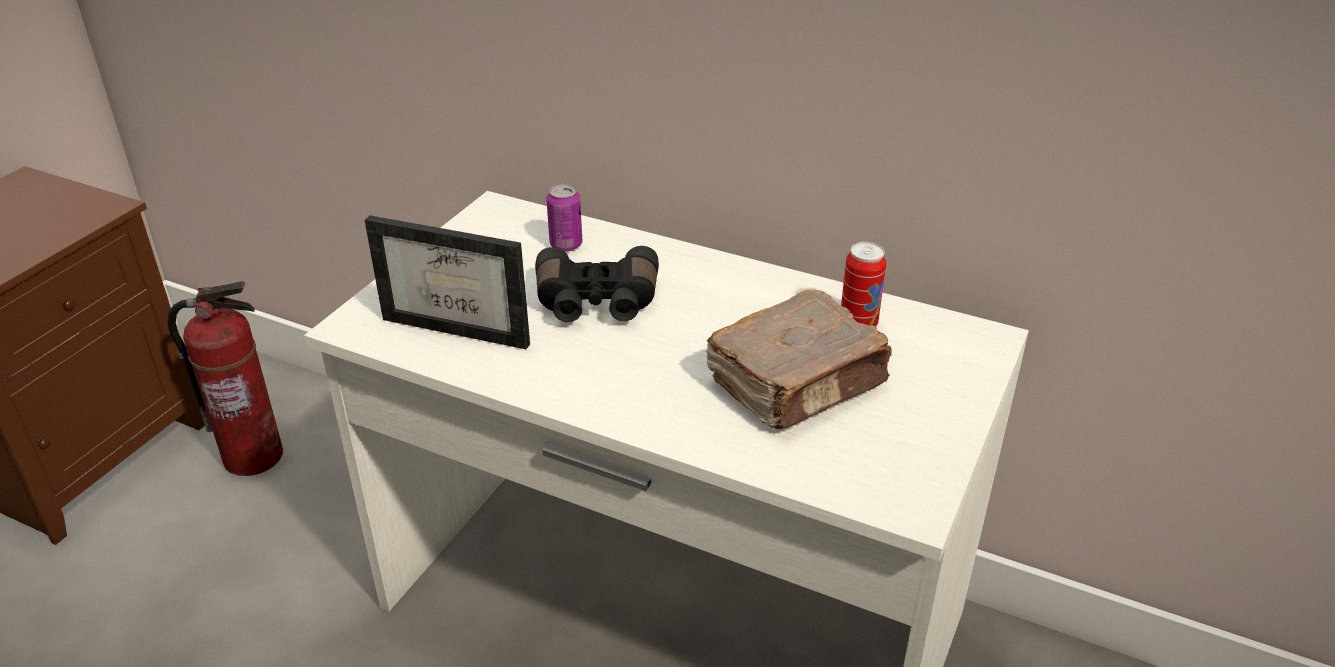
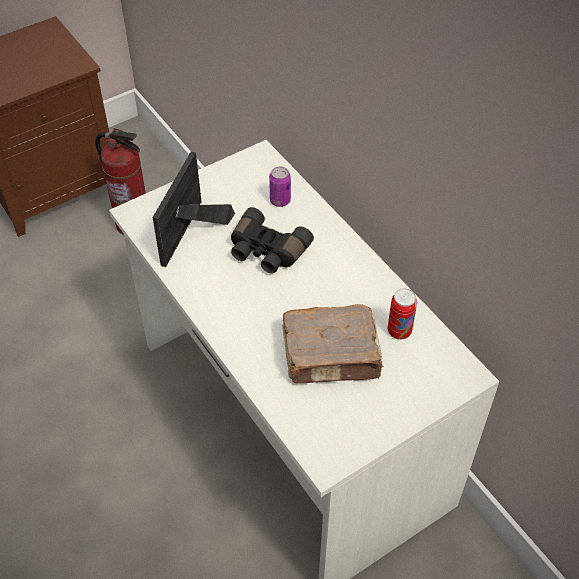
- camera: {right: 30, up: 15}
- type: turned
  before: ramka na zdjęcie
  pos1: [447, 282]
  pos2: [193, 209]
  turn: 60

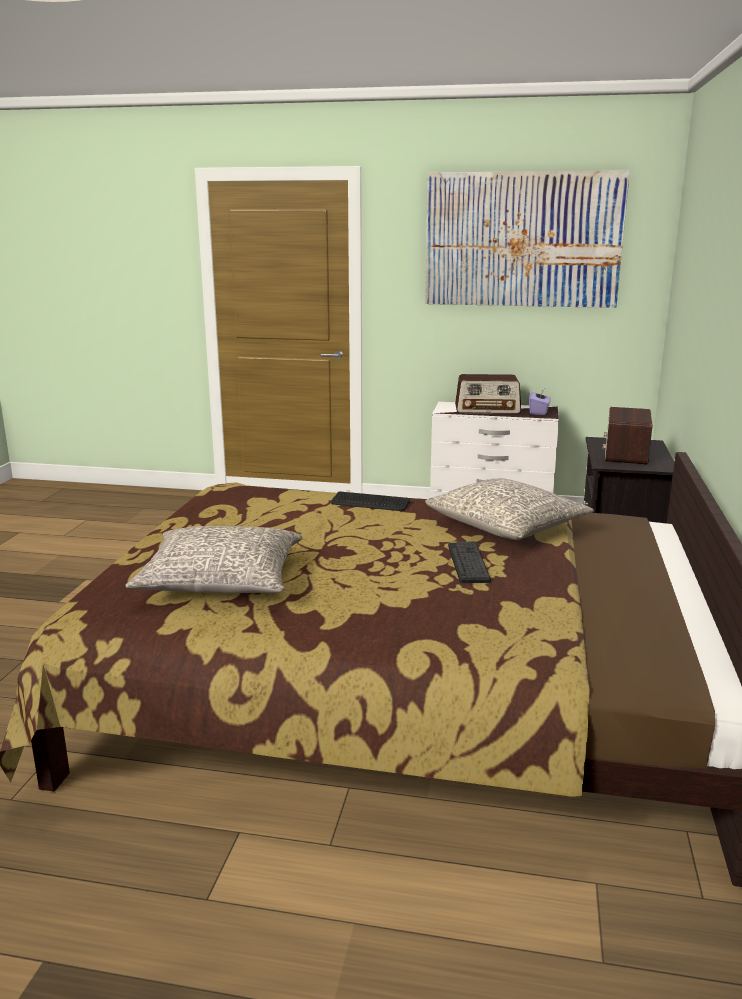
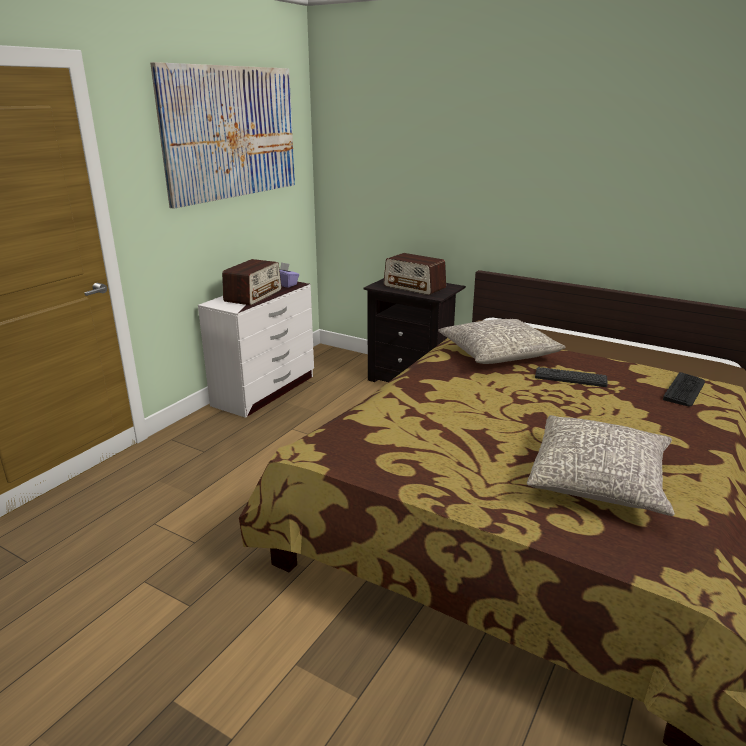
- camera: {right: -70, up: 5}
- type: moved
  before: klawiatura
  pos1: [370, 501]
  pos2: [684, 389]

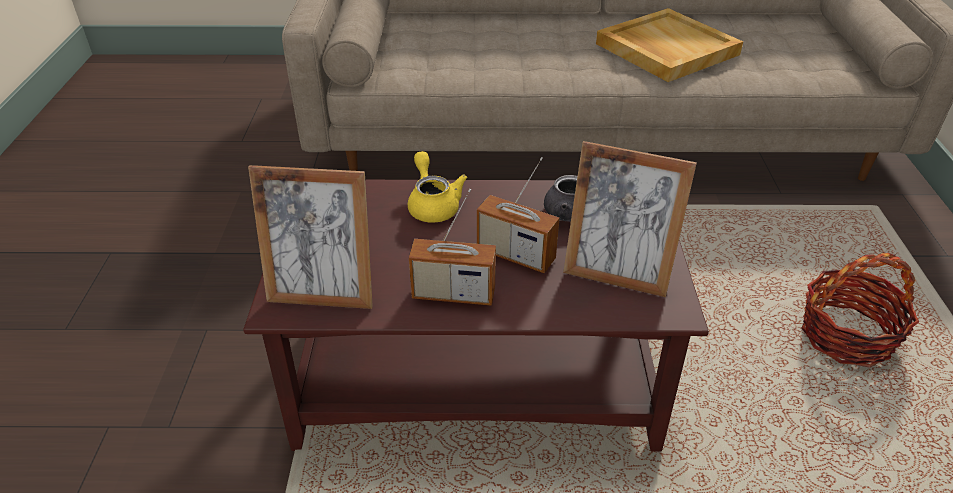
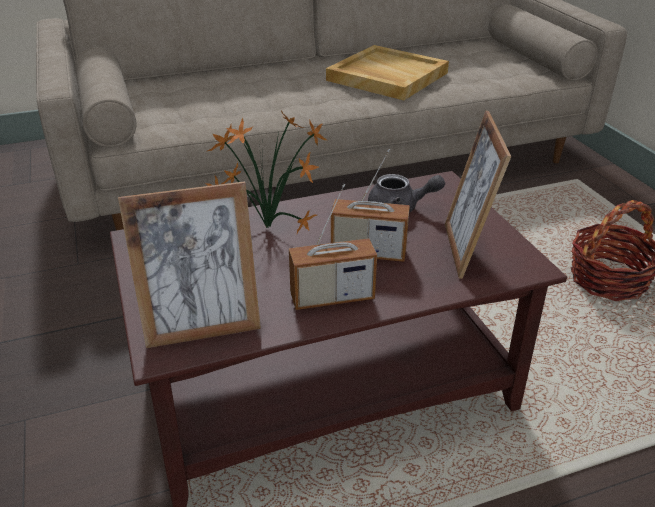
- camera: {right: -20, up: -5}
- type: replaced
  before: imbryk [żółty]
  after: roślina doniczkowa
  pos1: [437, 187]
  pos2: [266, 172]
- type: turned
  before: ramka na zdjęcie
  pos1: [630, 219]
  pos2: [478, 194]
  turn: 90

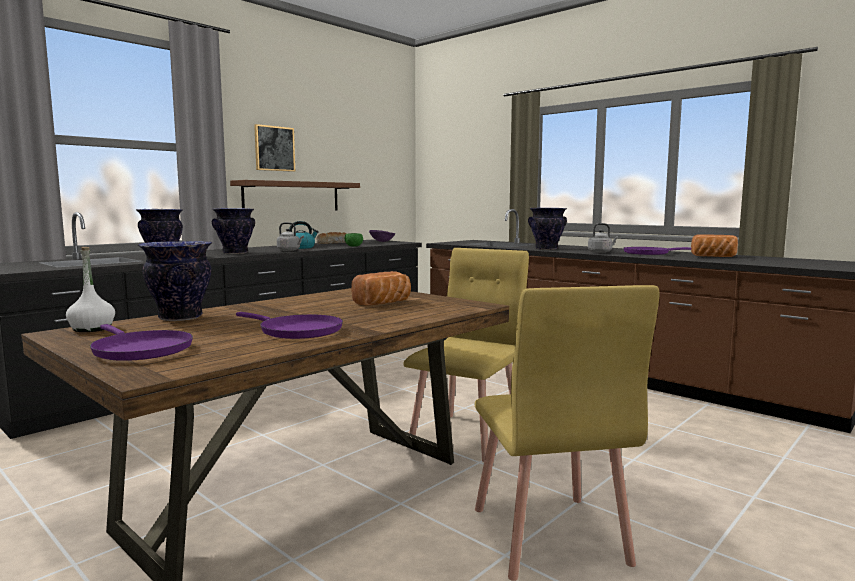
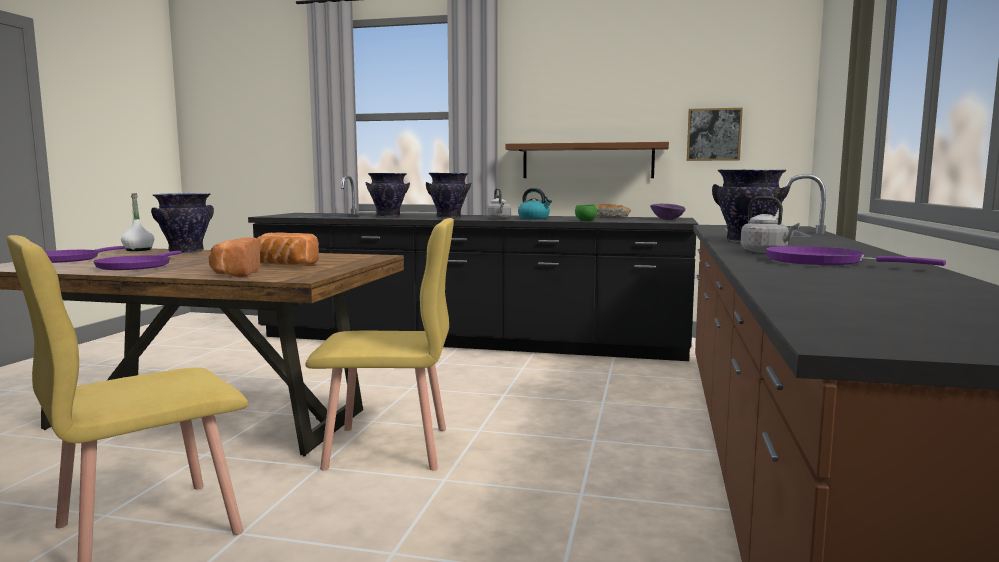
- camera: {right: 60, up: 0}
- type: moved
  before: chleb
  pos1: [714, 245]
  pos2: [234, 257]
- type: moved
  before: obraz
  pos1: [274, 148]
  pos2: [715, 134]

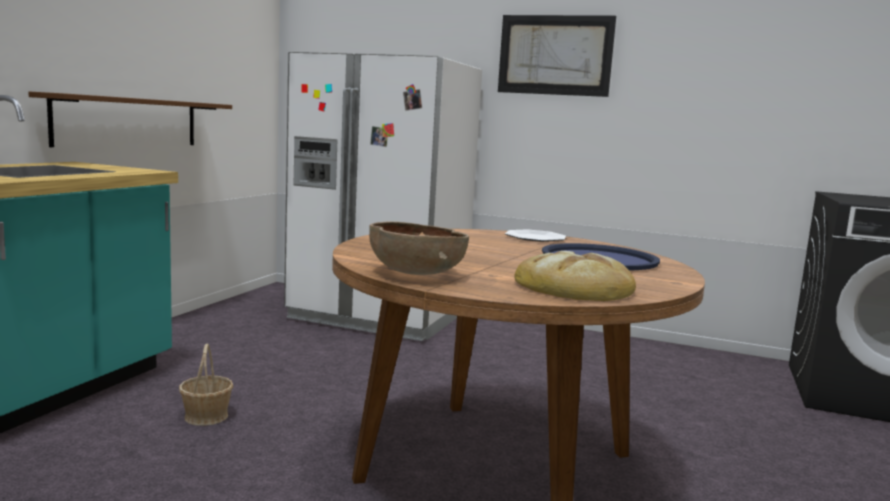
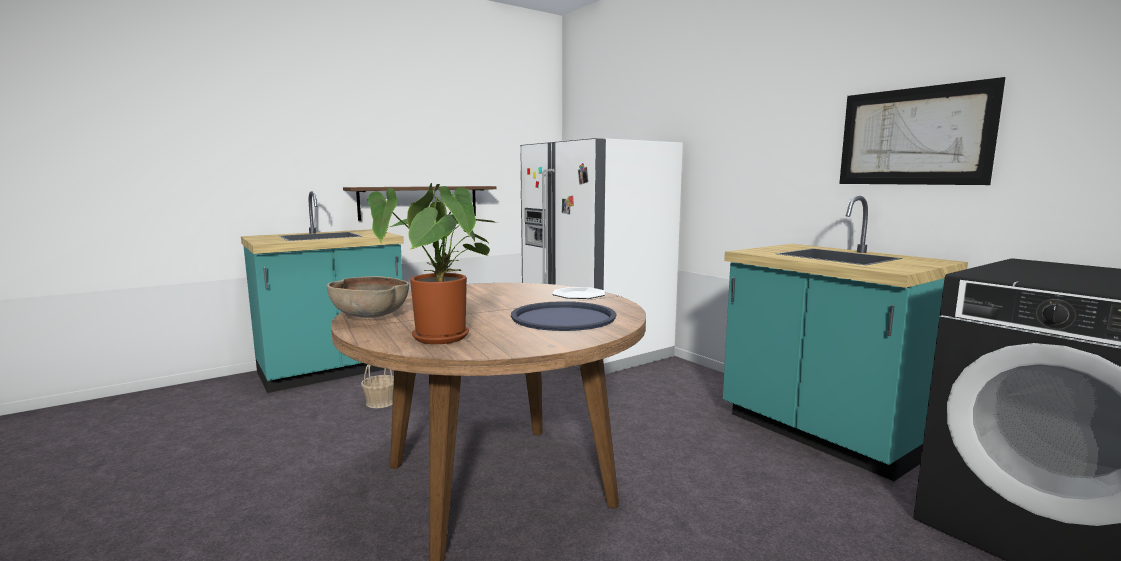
- camera: {right: 35, up: 0}
- type: replaced
  before: chleb
  after: roślina doniczkowa
  pos1: [575, 276]
  pos2: [432, 263]
- type: added
  after: zabudowa kuchenna [turkusowy]
  pos2: [845, 338]
- type: moved
  before: obraz
  pos1: [557, 56]
  pos2: [922, 131]

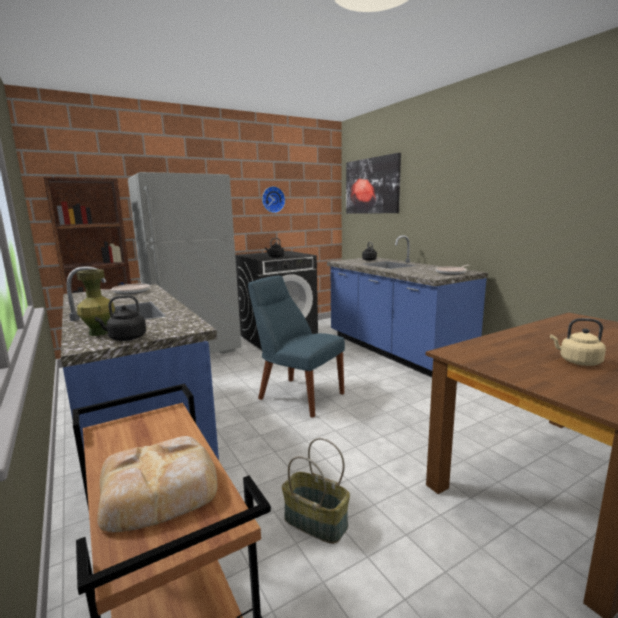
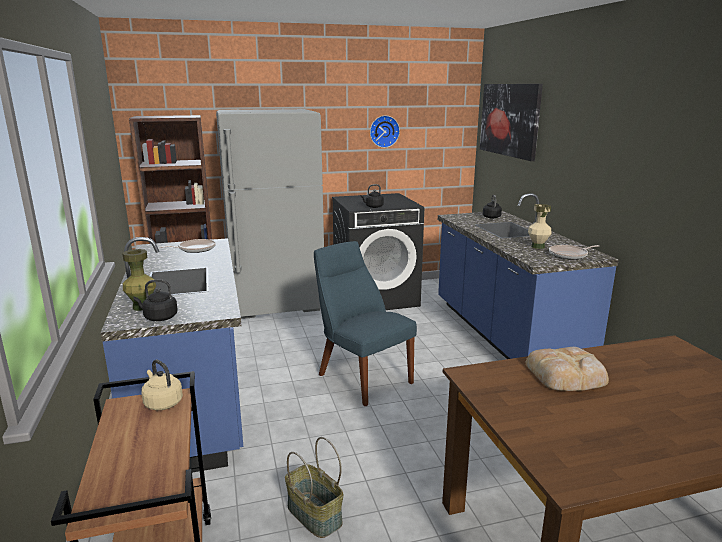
- camera: {right: 15, up: 5}
- type: moved
  before: czajnik [beżowy]
  pos1: [578, 342]
  pos2: [162, 385]
- type: moved
  before: chleb
  pos1: [157, 484]
  pos2: [567, 369]
- type: added
  after: wazon [beżowy]
  pos2: [539, 226]

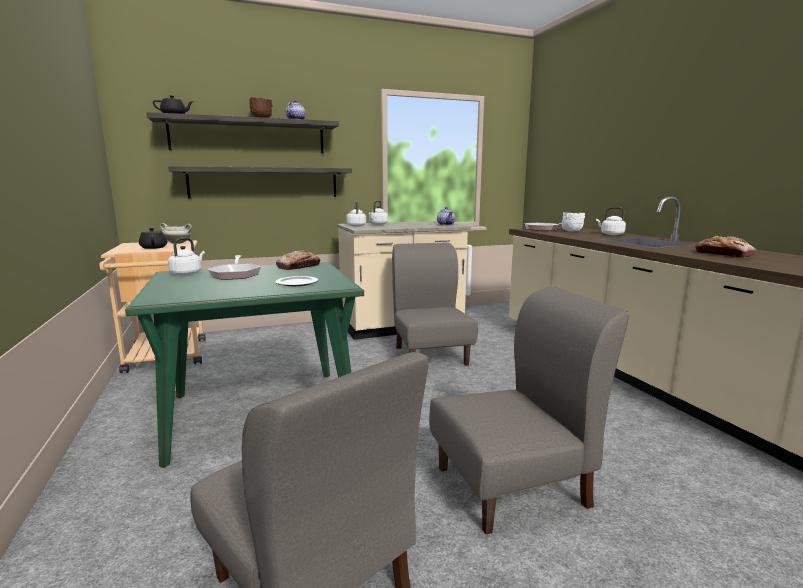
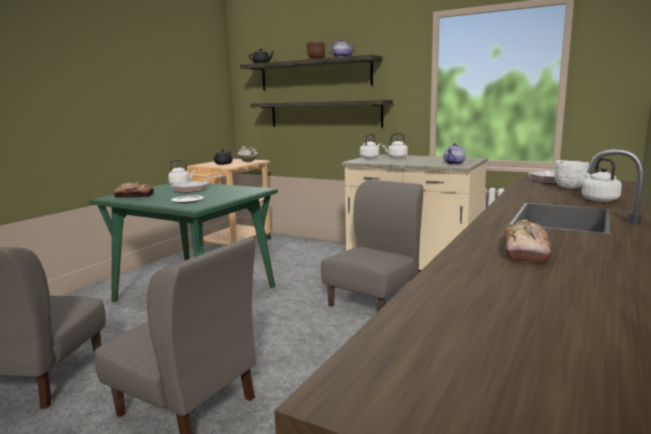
- camera: {right: 50, up: 0}
- type: moved
  before: chleb
  pos1: [298, 260]
  pos2: [133, 190]

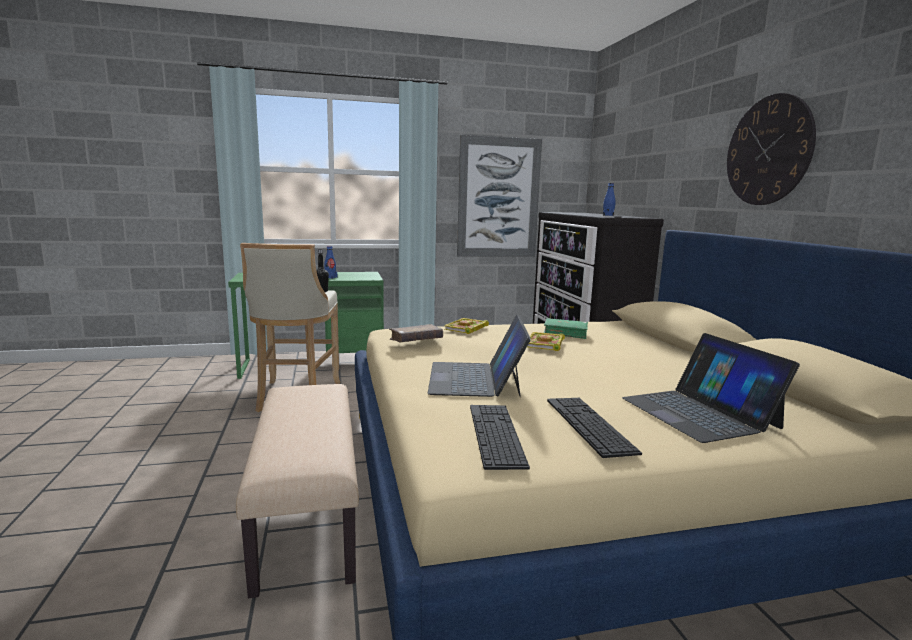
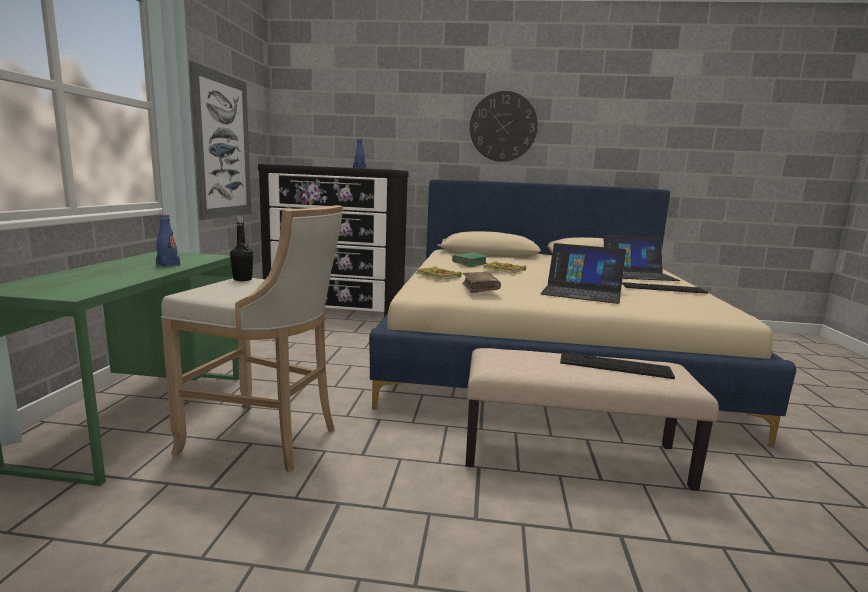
- camera: {right: -70, up: 0}
- type: moved
  before: klawiatura
  pos1: [500, 437]
  pos2: [617, 365]

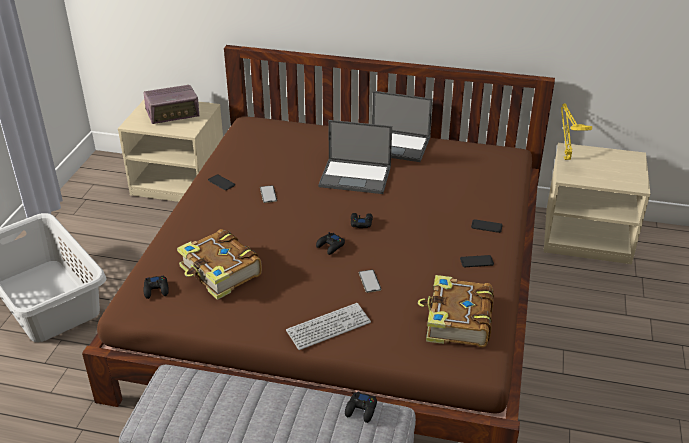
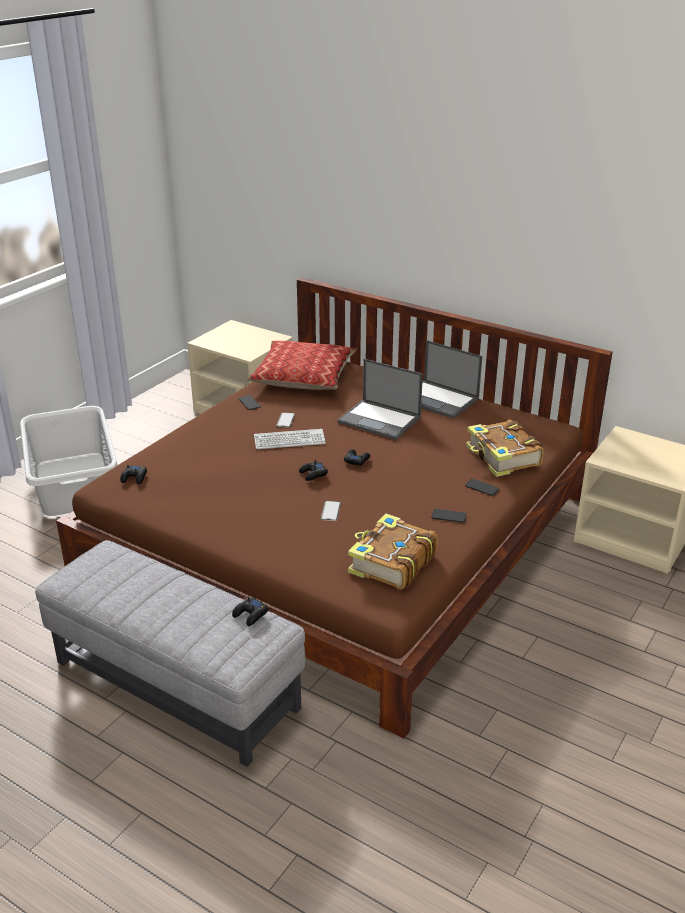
- camera: {right: 20, up: -5}
- type: added
  after: poduszka
  pos2: [302, 365]
- type: moved
  before: klawiatura
  pos1: [328, 326]
  pos2: [290, 439]
- type: moved
  before: książka
  pos1: [219, 264]
  pos2: [505, 448]
- type: removed
  before: radio
  pos1: [171, 104]
- type: removed
  before: lampa stołowa [żółty]
  pos1: [576, 131]

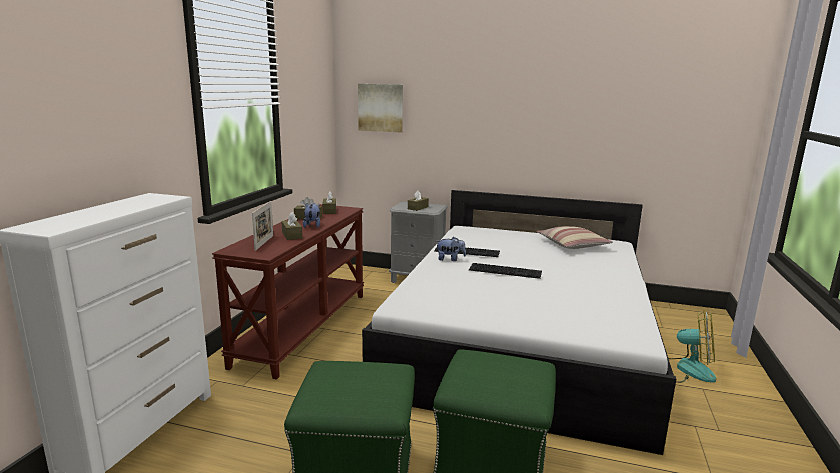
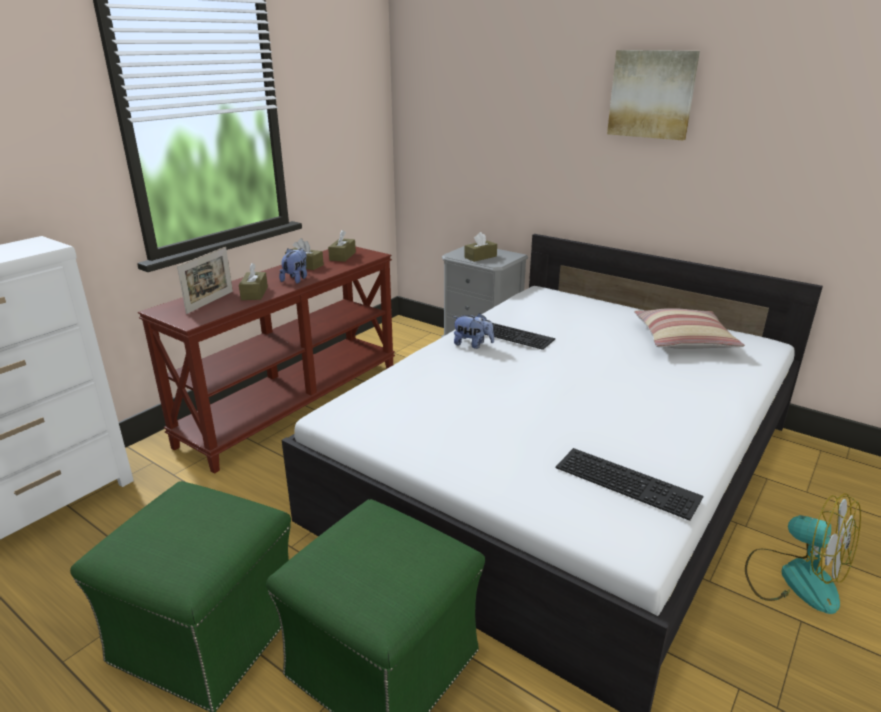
- camera: {right: 20, up: 10}
- type: moved
  before: klawiatura
  pos1: [505, 271]
  pos2: [629, 484]
- type: moved
  before: obraz
  pos1: [380, 108]
  pos2: [653, 95]

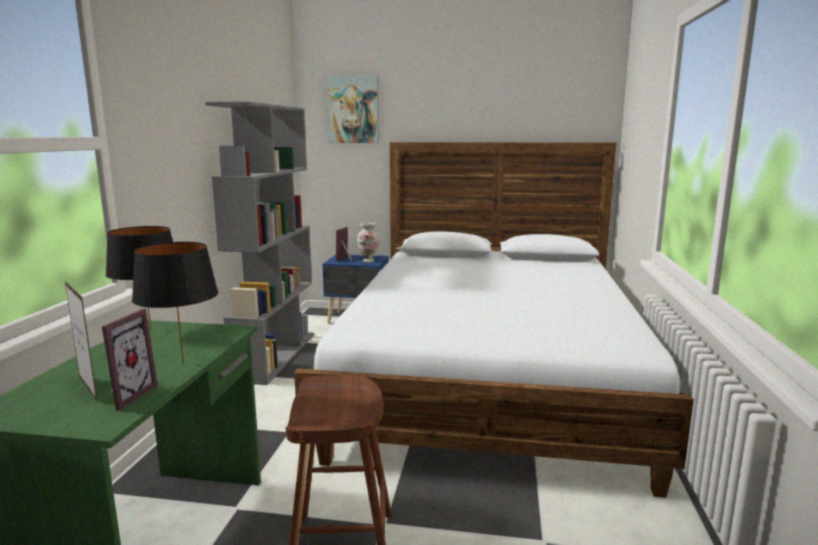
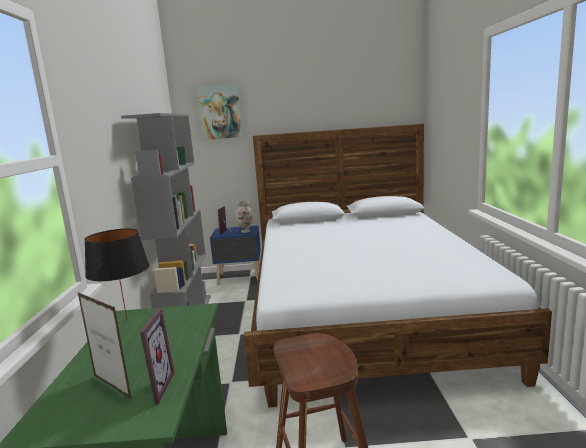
- camera: {right: -10, up: 0}
- type: removed
  before: lampa stołowa [czarny]
  pos1: [175, 303]

